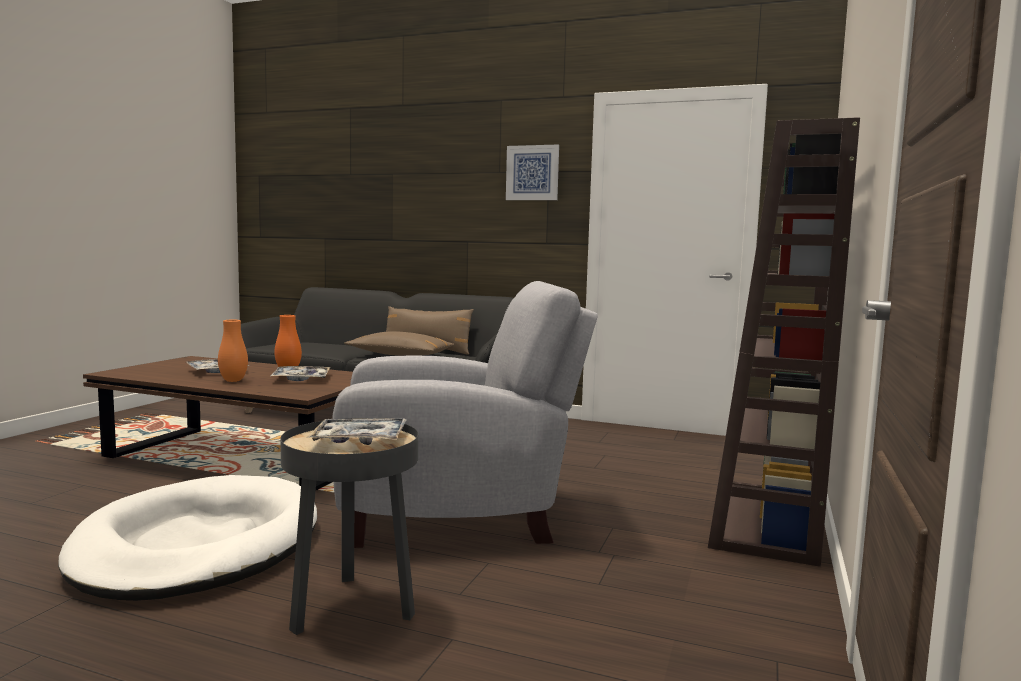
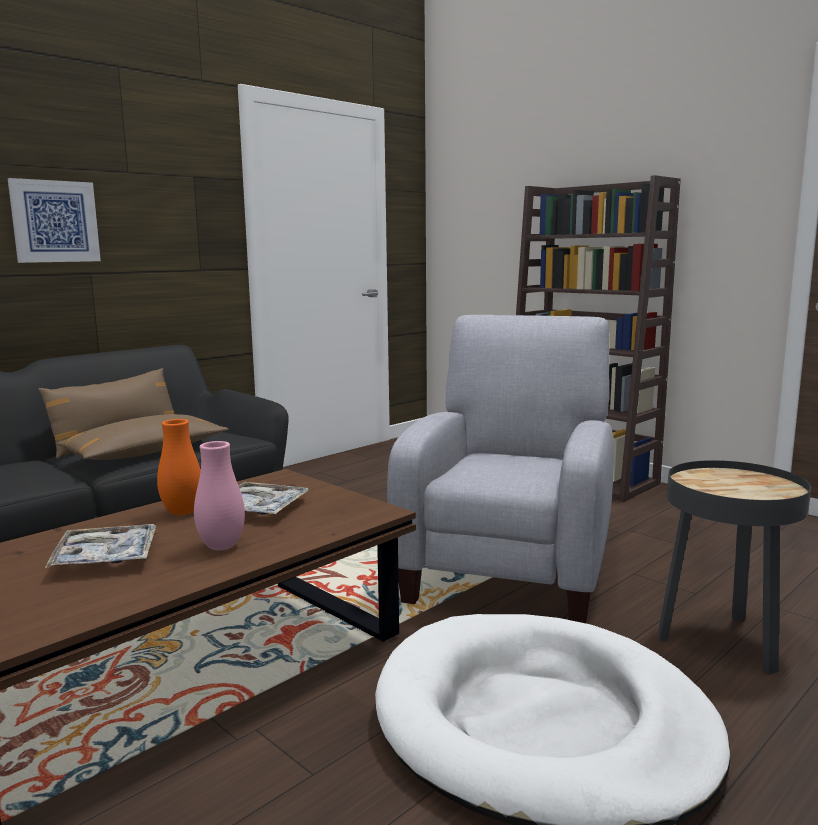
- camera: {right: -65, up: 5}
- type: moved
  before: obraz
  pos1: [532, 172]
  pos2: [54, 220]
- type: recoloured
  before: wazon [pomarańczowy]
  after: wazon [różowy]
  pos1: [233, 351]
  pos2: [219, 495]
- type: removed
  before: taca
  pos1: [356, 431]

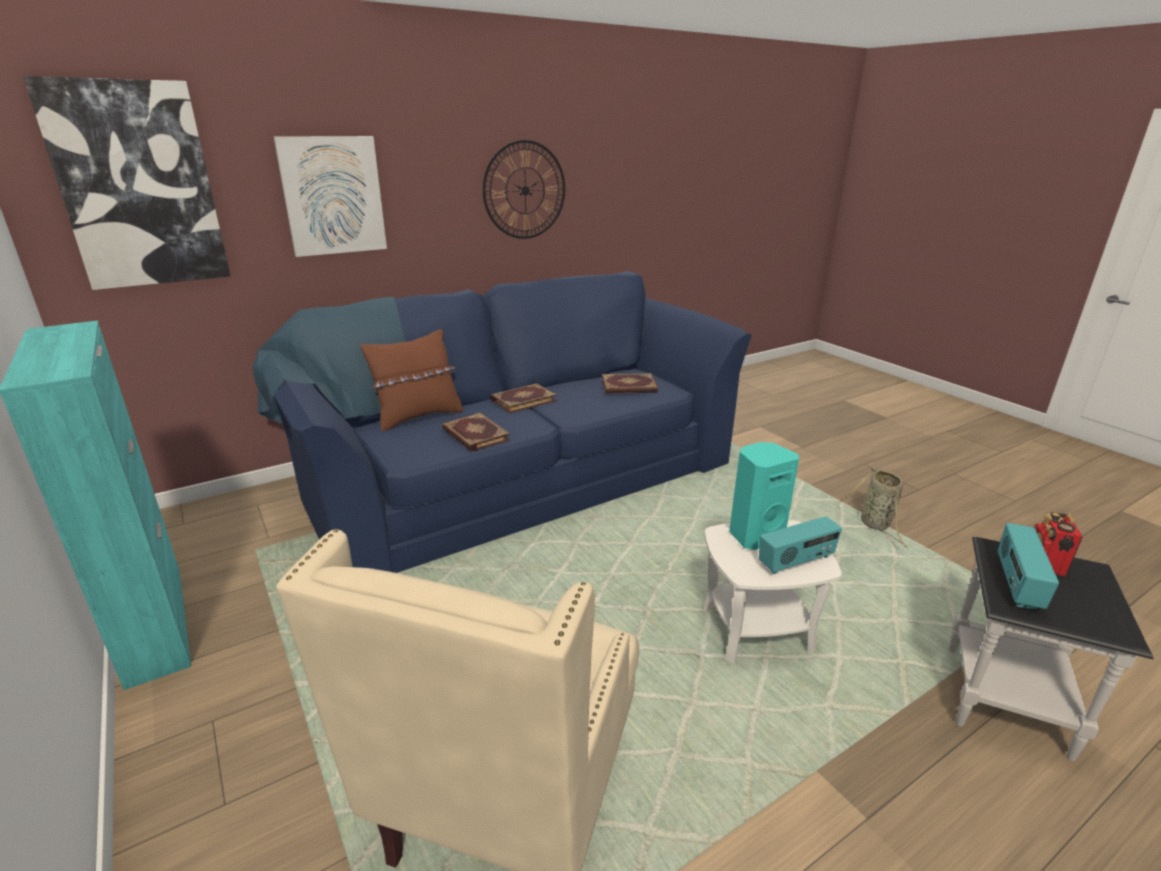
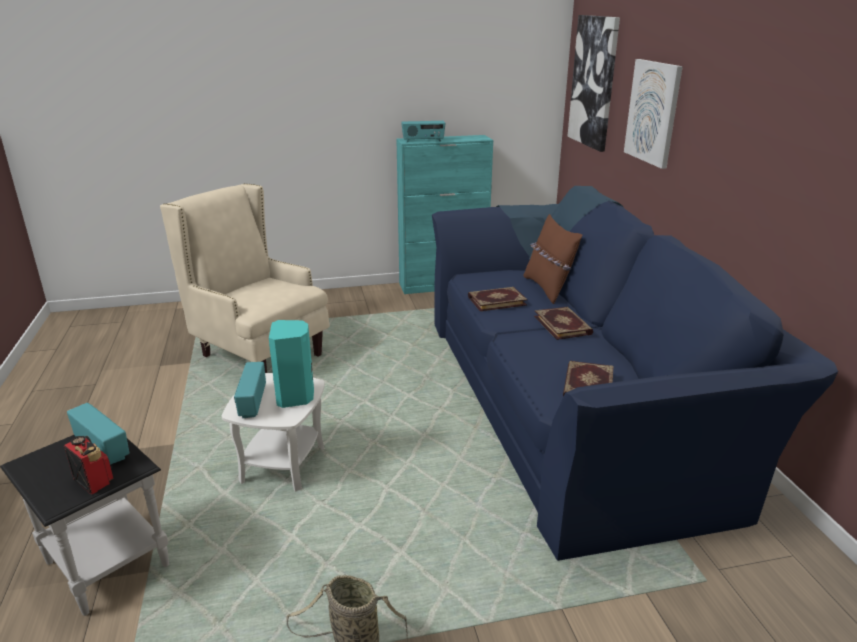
- camera: {right: 110, up: 0}
- type: added
  after: radio
  pos2: [423, 131]
- type: removed
  before: zegar ścienny
  pos1: [524, 189]

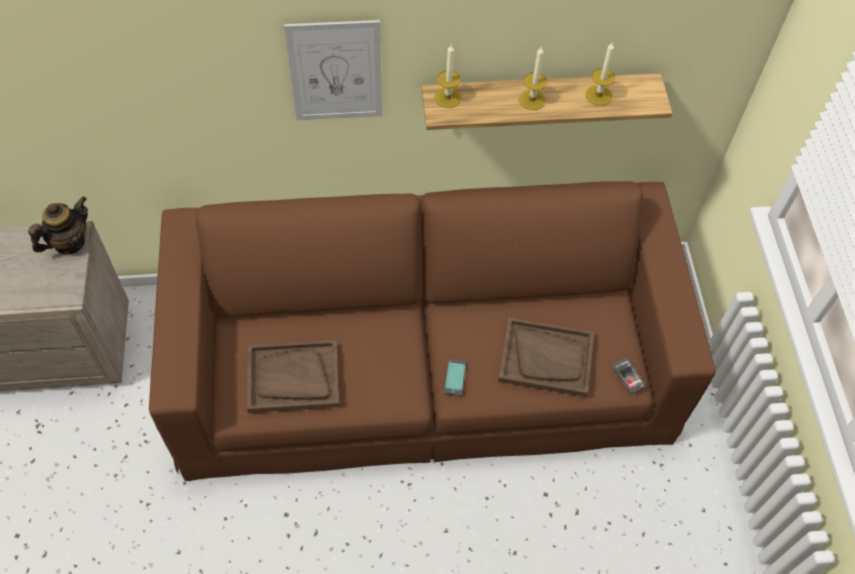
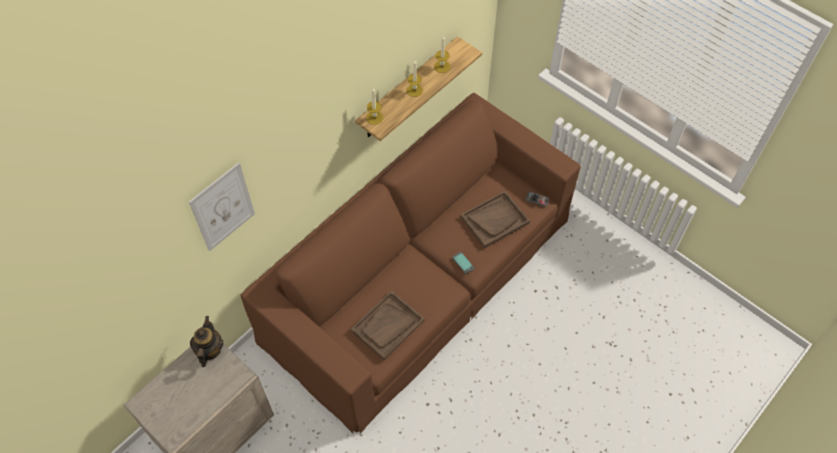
- camera: {right: -40, up: 0}
- type: moved
  before: obraz
  pos1: [333, 70]
  pos2: [222, 206]

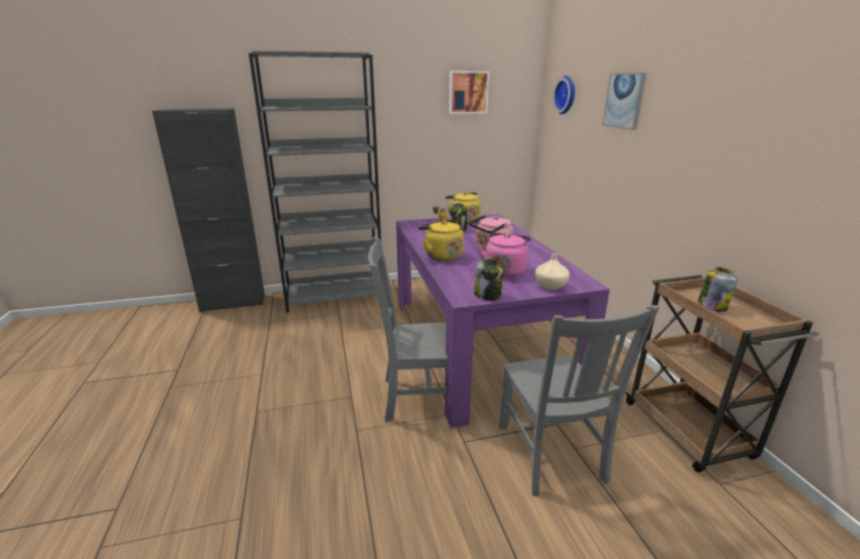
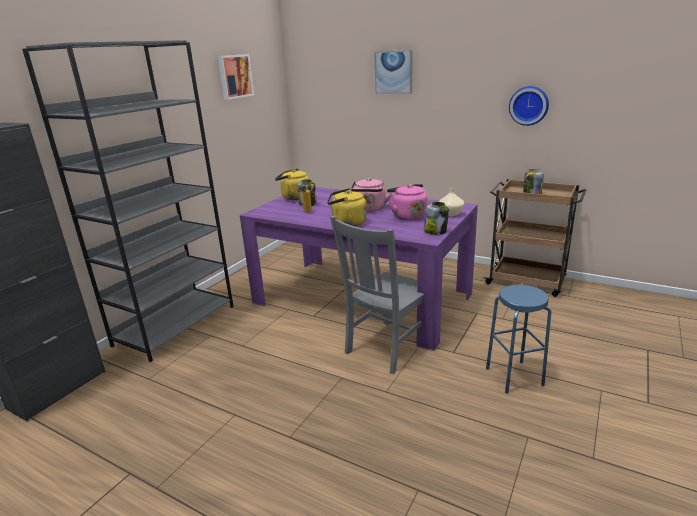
- camera: {right: -45, up: 0}
- type: added
  after: stołek [niebieski]
  pos2: [519, 339]
- type: moved
  before: zegar ścienny
  pos1: [564, 95]
  pos2: [529, 106]
- type: removed
  before: krzesło [szary]
  pos1: [579, 400]

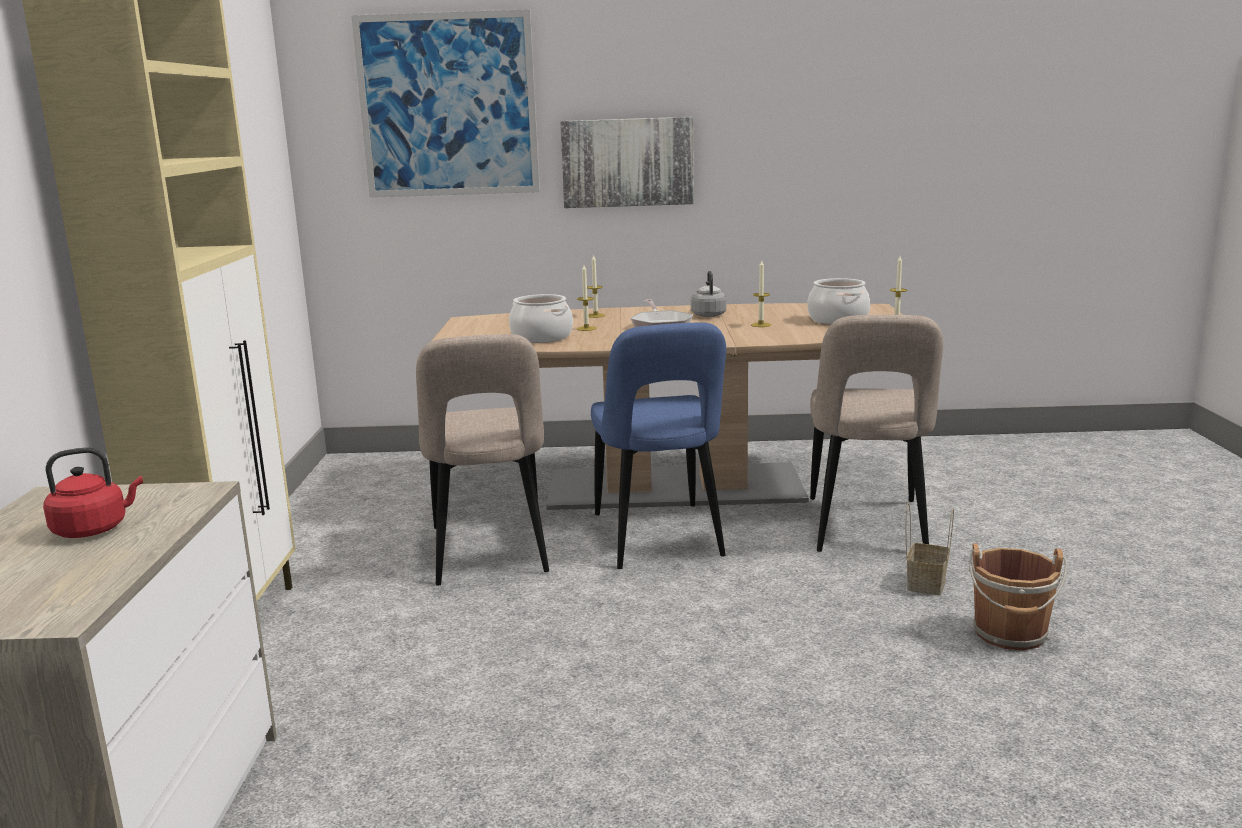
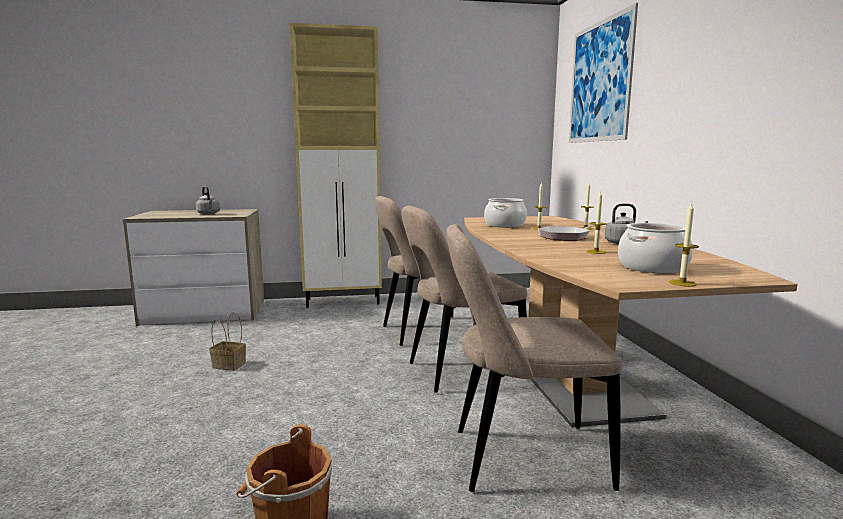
- camera: {right: 80, up: -5}
- type: recoloured
  before: czajnik [czerwony]
  after: czajnik [szary]
  pos1: [93, 492]
  pos2: [208, 200]
- type: moved
  before: koszyk
  pos1: [930, 549]
  pos2: [227, 341]
- type: recoloured
  before: krzesło [niebieski]
  after: krzesło [beżowy]
  pos1: [658, 445]
  pos2: [464, 299]
- type: removed
  before: obraz
  pos1: [627, 162]

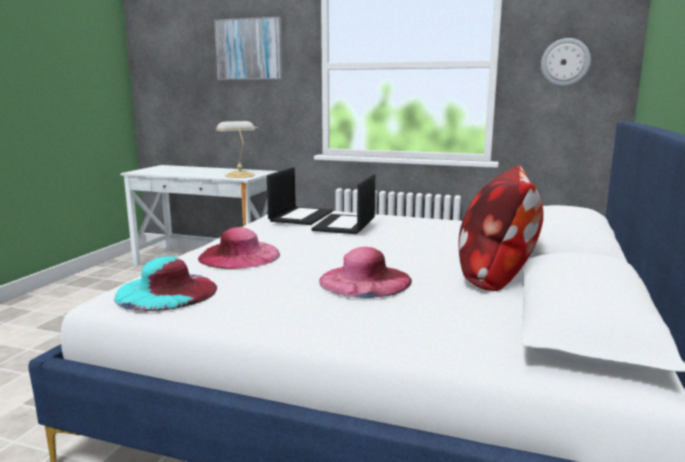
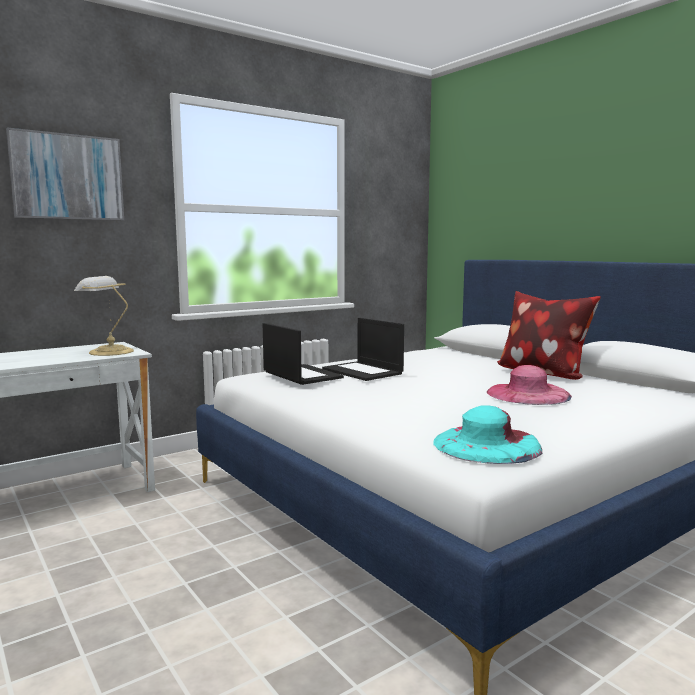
- camera: {right: -55, up: -5}
- type: removed
  before: kapelusz [różowy]
  pos1: [239, 248]
- type: removed
  before: zegar ścienny
  pos1: [566, 62]

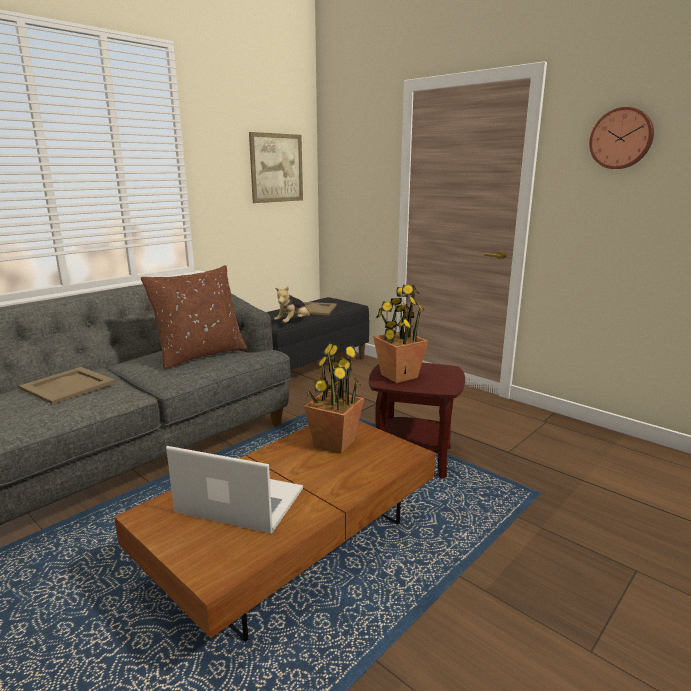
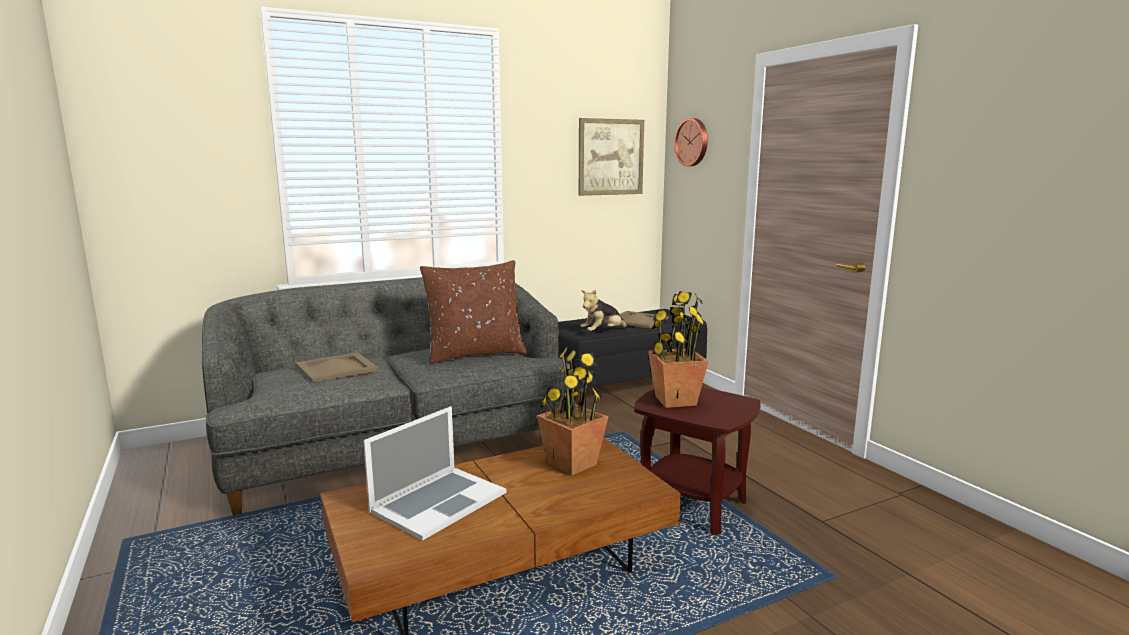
- camera: {right: 20, up: -5}
- type: turned
  before: laptop
  pos1: [234, 490]
  pos2: [434, 473]
  turn: 90
- type: moved
  before: zegar ścienny
  pos1: [621, 138]
  pos2: [691, 142]

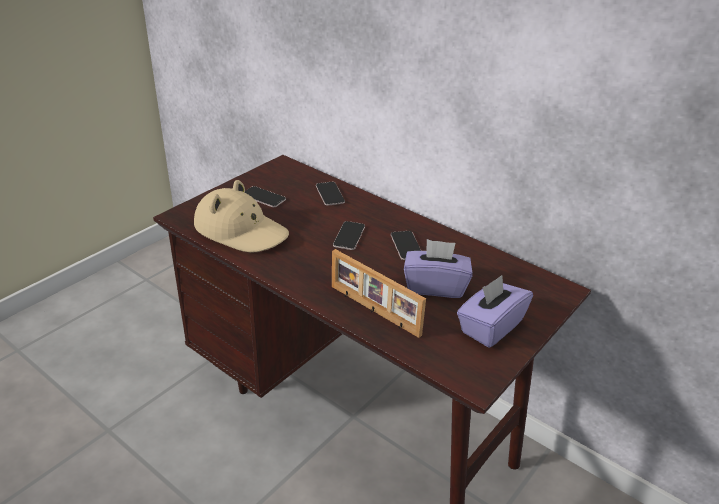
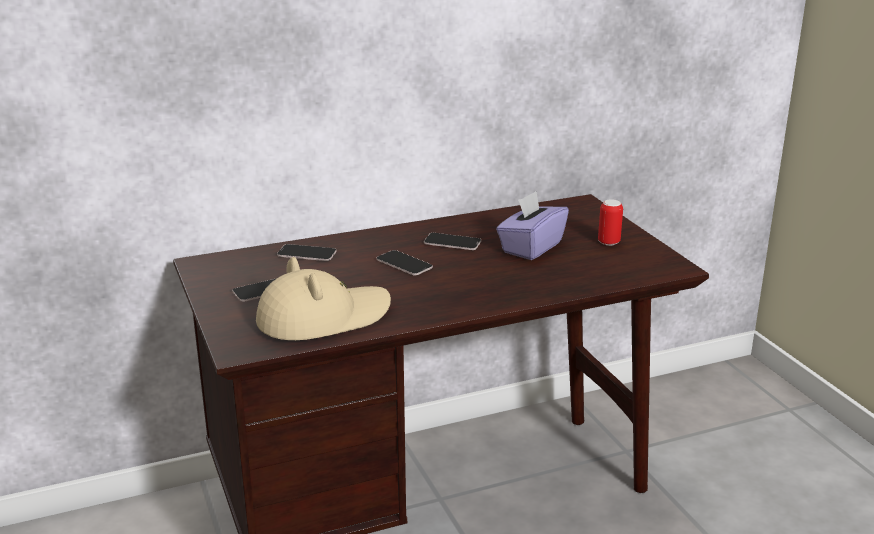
- camera: {right: -60, up: -10}
- type: replaced
  before: pudełko chusteczek [fioletowy]
  after: puszka
  pos1: [495, 311]
  pos2: [610, 222]
- type: removed
  before: ramka na zdjęcie
  pos1: [379, 293]

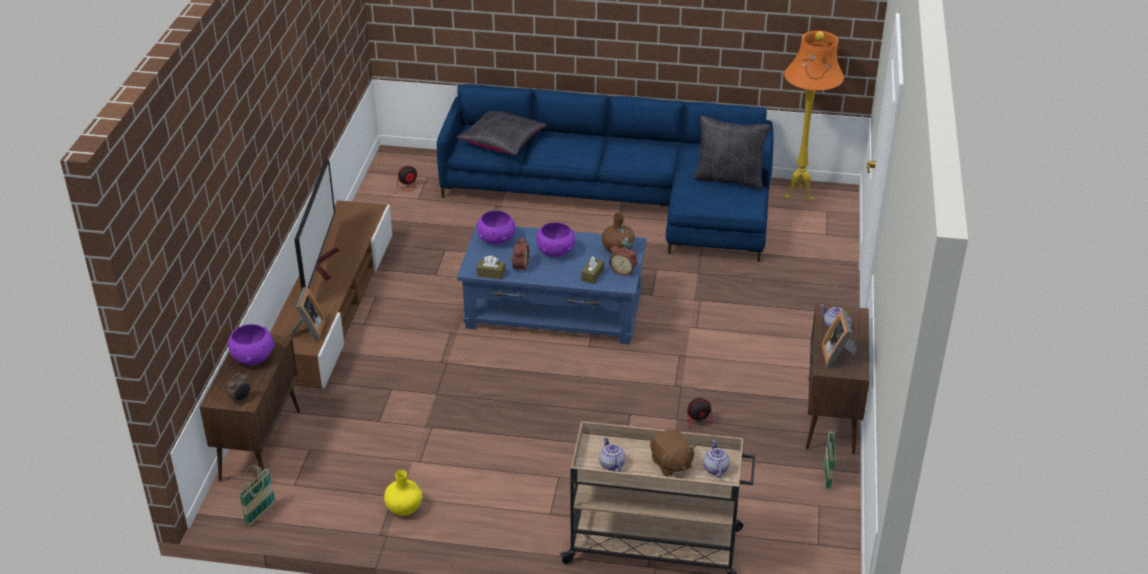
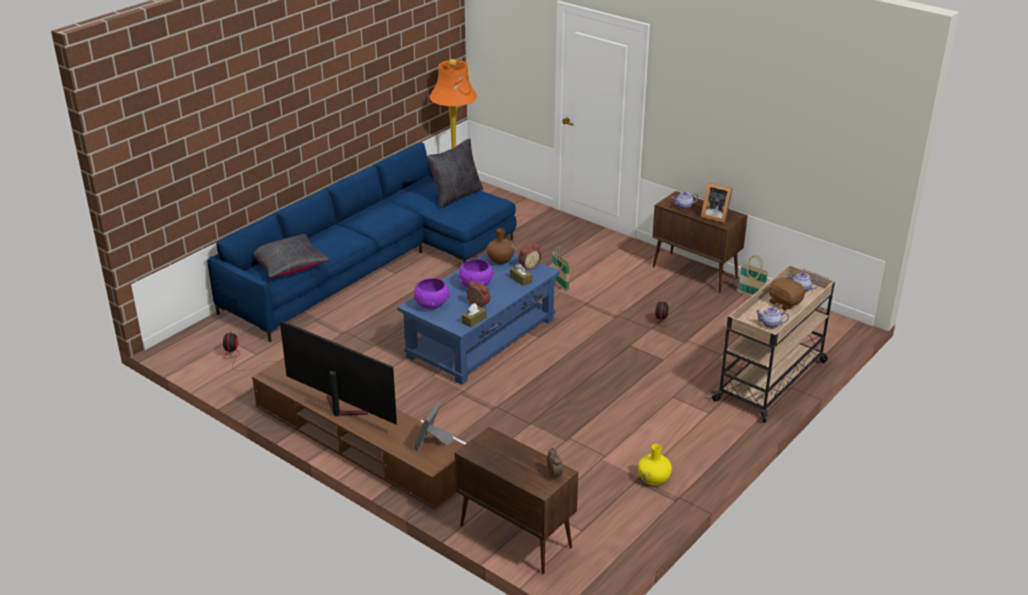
- camera: {right: -60, up: -5}
- type: turned
  before: ramka na zdjęcie
  pos1: [307, 314]
  pos2: [433, 426]
  turn: -105
- type: moved
  before: koszyk
  pos1: [257, 495]
  pos2: [561, 268]
- type: turned
  before: pluszak [brązowy]
  pos1: [673, 453]
  pos2: [787, 293]
  turn: -135
- type: removed
  before: miska [fioletowy]
  pos1: [251, 344]

